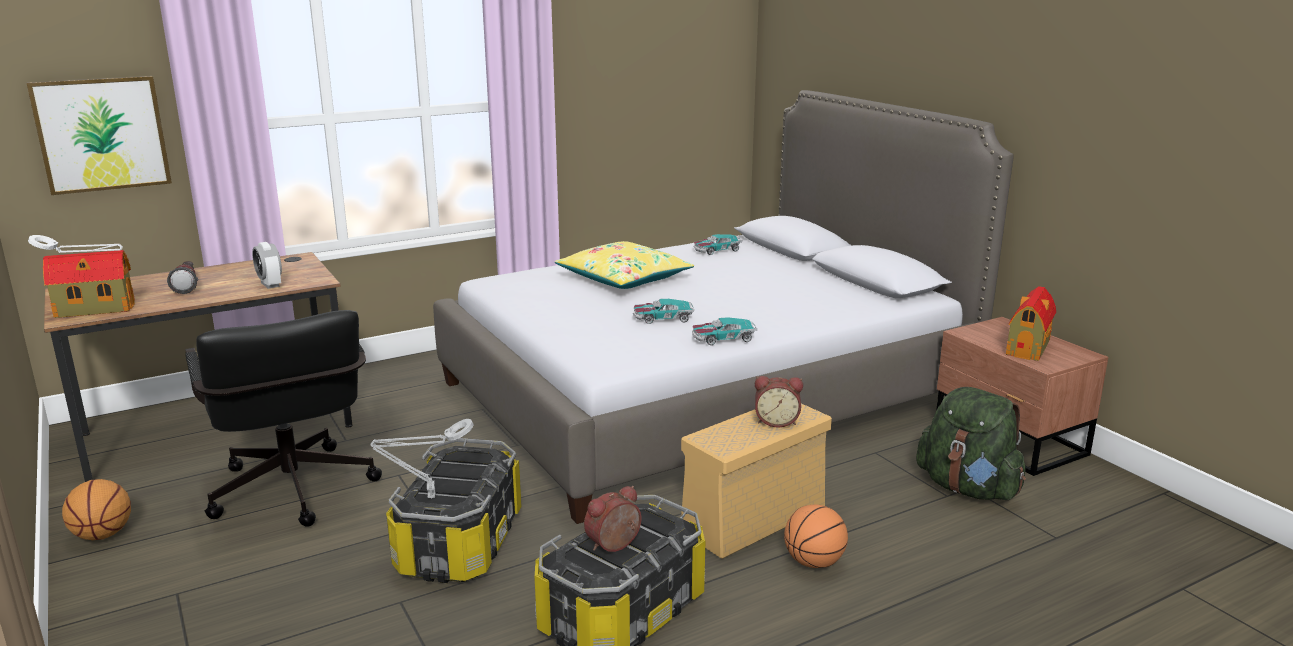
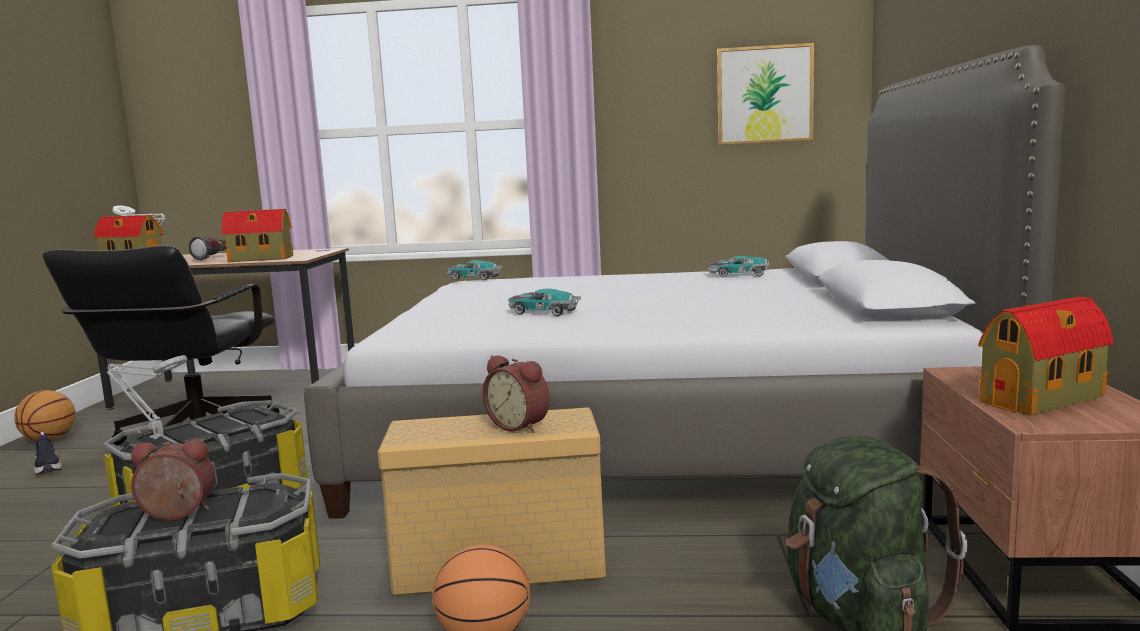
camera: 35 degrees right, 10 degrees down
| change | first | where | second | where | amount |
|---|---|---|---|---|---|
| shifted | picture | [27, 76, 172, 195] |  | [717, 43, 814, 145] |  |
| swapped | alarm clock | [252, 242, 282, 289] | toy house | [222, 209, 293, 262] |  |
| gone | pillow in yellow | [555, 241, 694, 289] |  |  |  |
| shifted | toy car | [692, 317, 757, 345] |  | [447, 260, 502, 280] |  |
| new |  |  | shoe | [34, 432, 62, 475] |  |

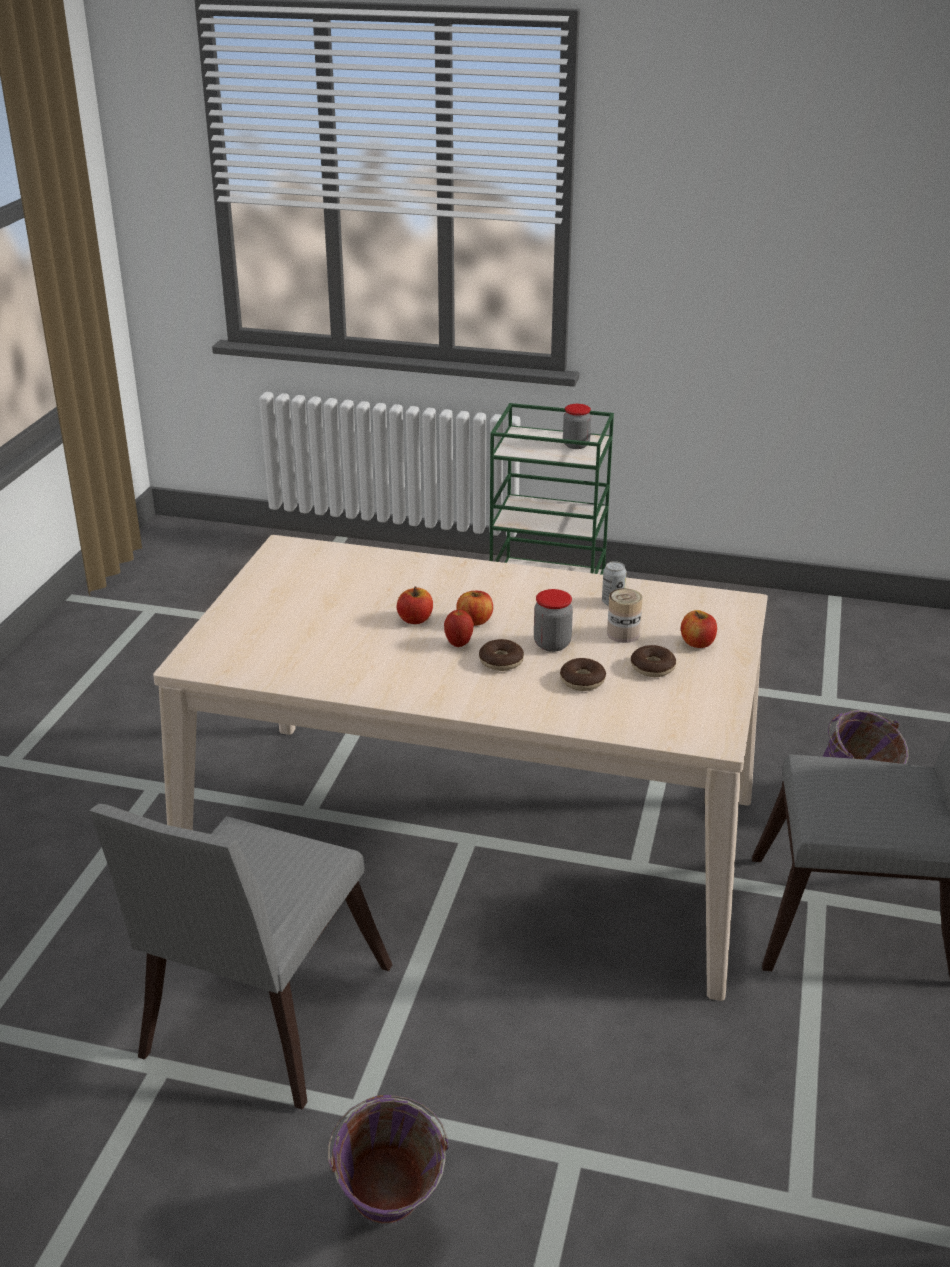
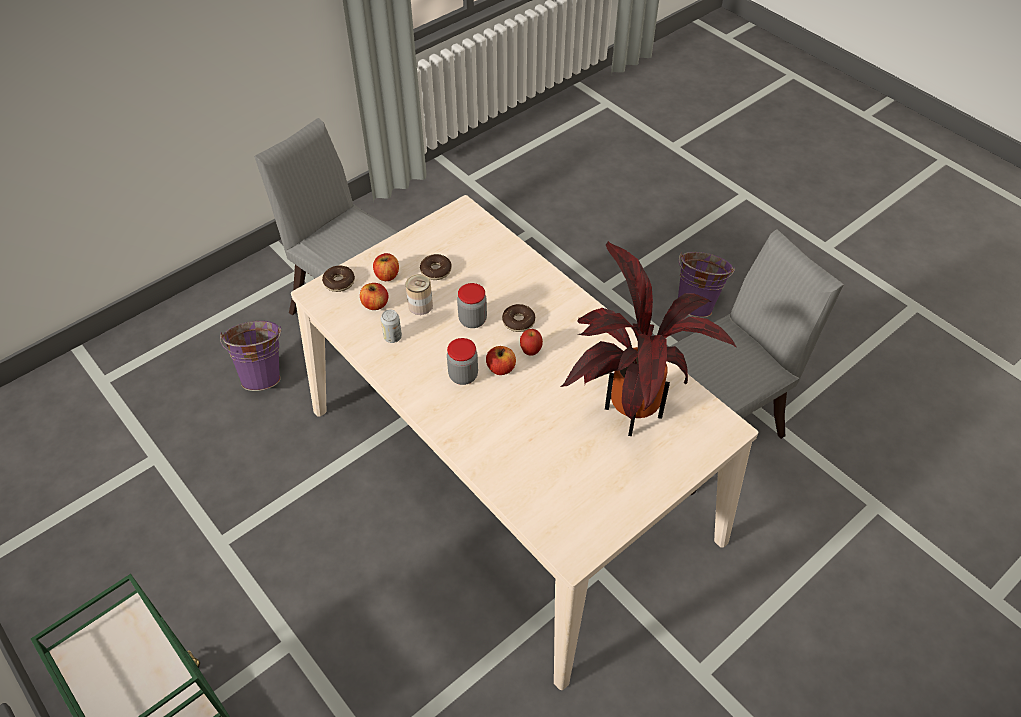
camera: 145 degrees left, 20 degrees up
| change | first | where | second | where | amount |
|---|---|---|---|---|---|
| shifted | apple | [397, 586, 433, 624] |  | [360, 283, 388, 310] |  |
| shifted | donut | [560, 658, 606, 691] |  | [322, 266, 355, 292] |  |
| shifted | jar | [563, 404, 591, 449] |  | [447, 338, 478, 385] |  |
| new |  |  | potted plant | [560, 241, 737, 436] |  |

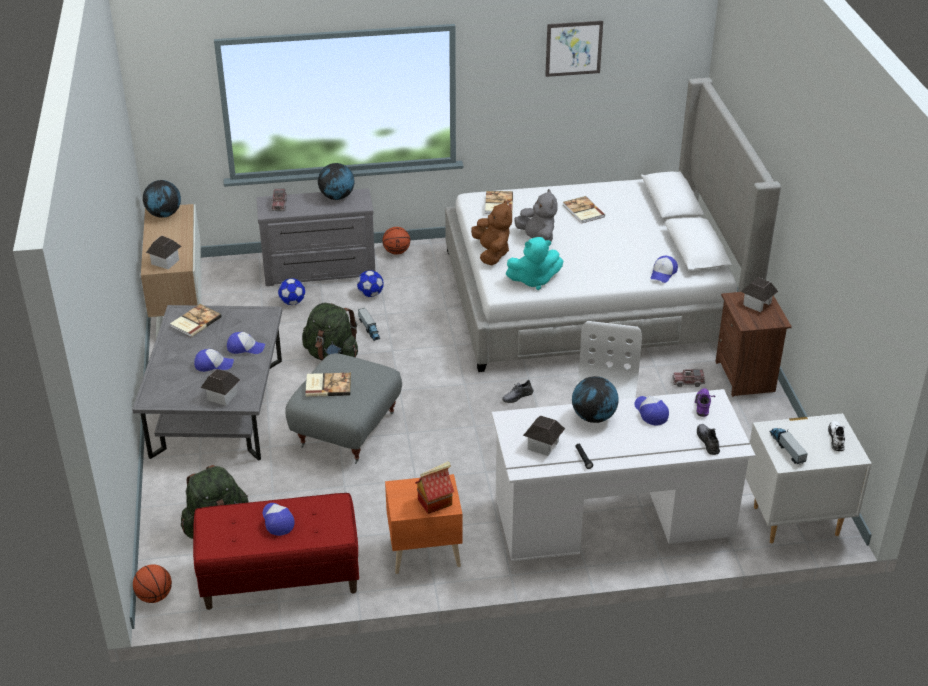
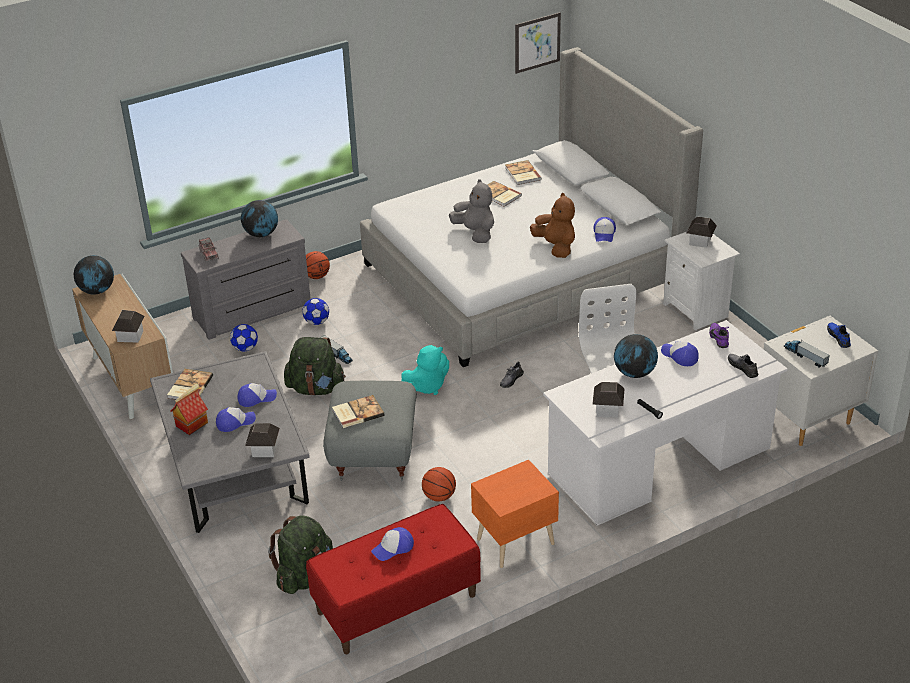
camera: 20 degrees left, 0 degrees up
| change | first | where | second | where | amount |
|---|---|---|---|---|---|
| shifted | basketball | [133, 564, 172, 603] |  | [422, 467, 456, 501] |  |
| rotated | cap | [263, 503, 295, 536] |  | [371, 527, 414, 561] | 75 degrees counterclockwise |
| shifted | toy house | [415, 461, 454, 514] |  | [170, 384, 208, 435] |  |
| shifted | plush toy in brown | [471, 200, 512, 265] |  | [530, 193, 575, 258] |  |
| shifted | book | [485, 191, 513, 214] |  | [505, 160, 542, 185] |  |
| shifted | plush toy in turquoise | [506, 237, 563, 290] |  | [401, 345, 449, 395] |  |
| shifted | picture | [545, 21, 603, 77] |  | [515, 12, 561, 74] |  |
| gone | toy truck | [672, 369, 705, 387] |  |  |  |
| repainted | nightstand in brown | [715, 292, 792, 397] | nightstand in white | [663, 232, 740, 331] |  |
| repainted | shoe in white | [828, 421, 845, 451] | shoe in blue | [827, 322, 851, 348] |  |

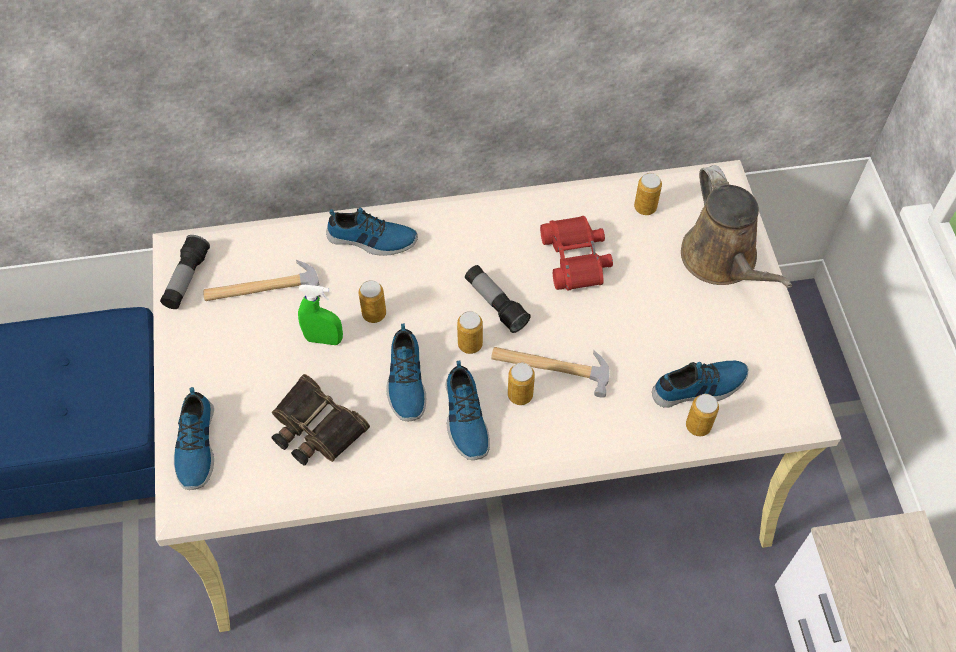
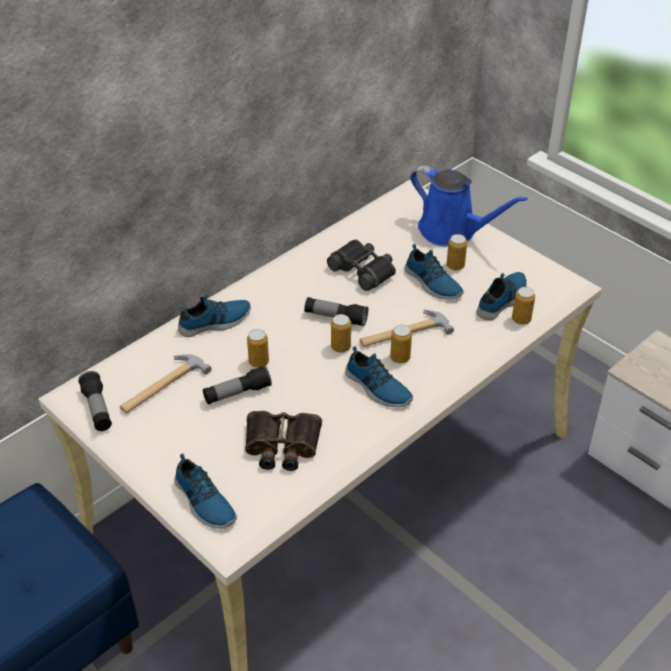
camera: 35 degrees left, 15 degrees down
| change | first | where | second | where | amount |
|---|---|---|---|---|---|
| swapped | spray bottle in green | [298, 285, 343, 345] | flashlight | [203, 365, 272, 405] |  |
| shifted | shoe | [386, 323, 426, 421] |  | [405, 244, 464, 299] |  |
| repainted | binoculars in red | [540, 216, 613, 291] | binoculars in black | [327, 240, 396, 291] |  |
| shifted | can | [634, 173, 662, 215] |  | [447, 234, 467, 270] |  |
| repainted | watering can in brown | [681, 165, 792, 288] | watering can in blue | [410, 165, 528, 247] |  |

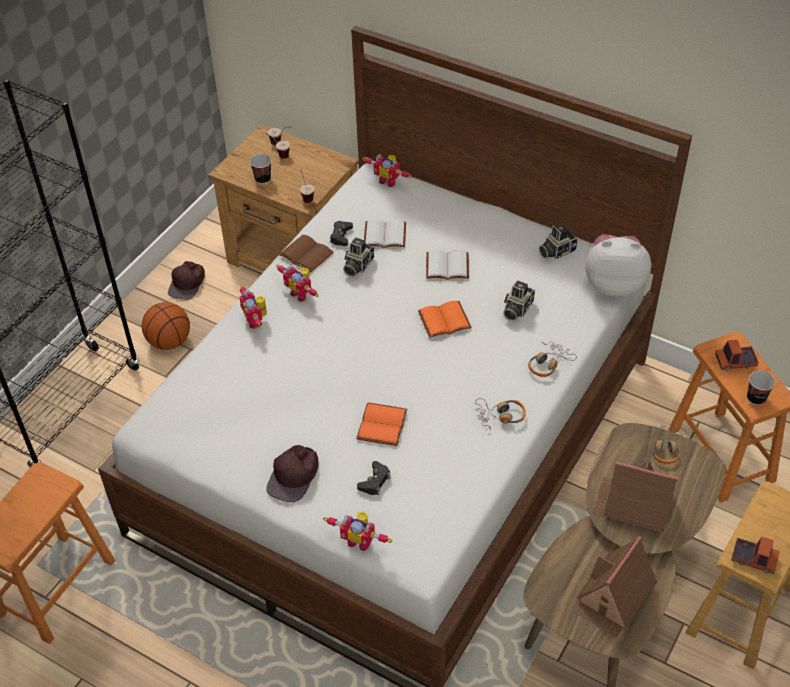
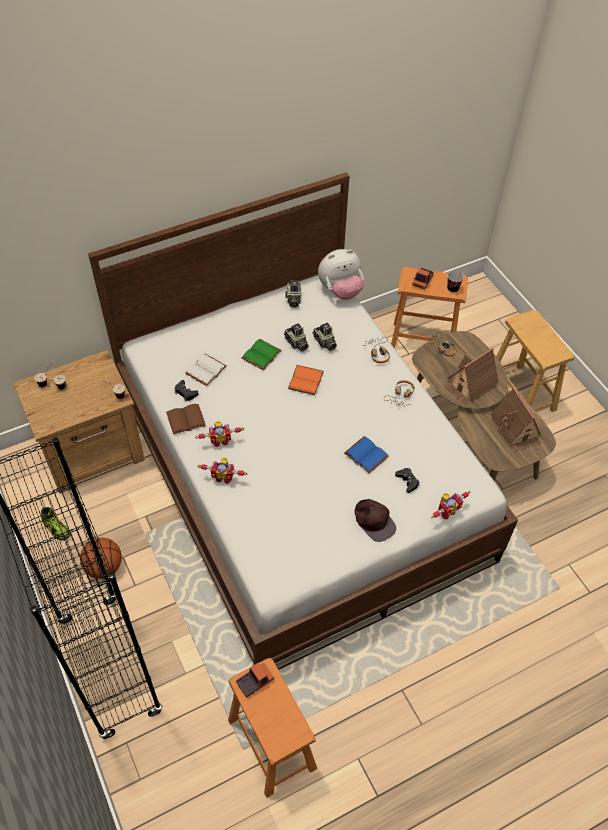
camera: 60 degrees left, 5 degrees up
| change | first | where | second | where | amount |
|---|---|---|---|---|---|
| swapped | cap in brown | [168, 261, 205, 300] | shoe | [41, 507, 71, 540] |  |
| gone | cup | [250, 154, 271, 184] |  |  |  |
| shifted | photo camera | [343, 238, 374, 277] |  | [284, 323, 309, 352] |  |
| repainted | book in orange | [356, 402, 407, 446] | book in blue | [344, 436, 389, 473] |  |
| gone | toy robot | [363, 154, 412, 187] |  |  |  |
| repainted | book in white | [426, 250, 469, 280] | book in green | [242, 339, 282, 370] |  |
| rotated | plush toy | [585, 234, 651, 297] |  | [318, 249, 364, 300] | 150 degrees counterclockwise |
| shifted | toy truck | [731, 537, 780, 574] |  | [236, 662, 274, 698] |  |

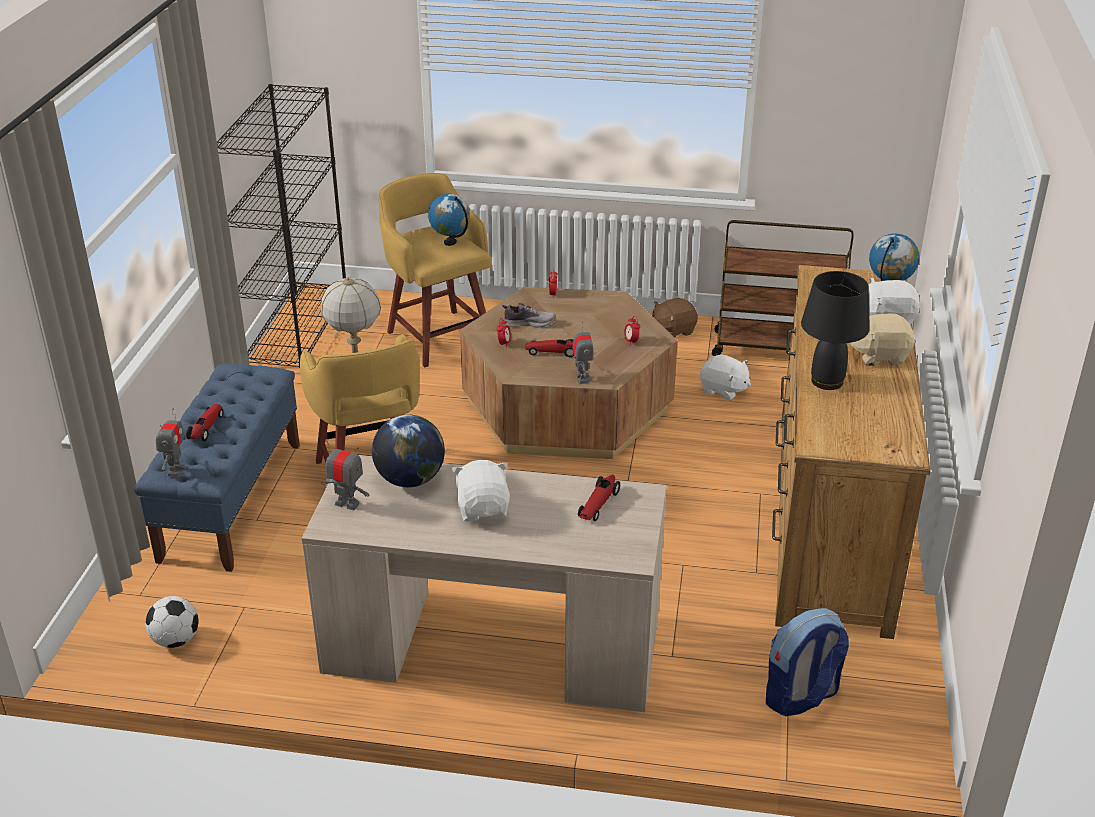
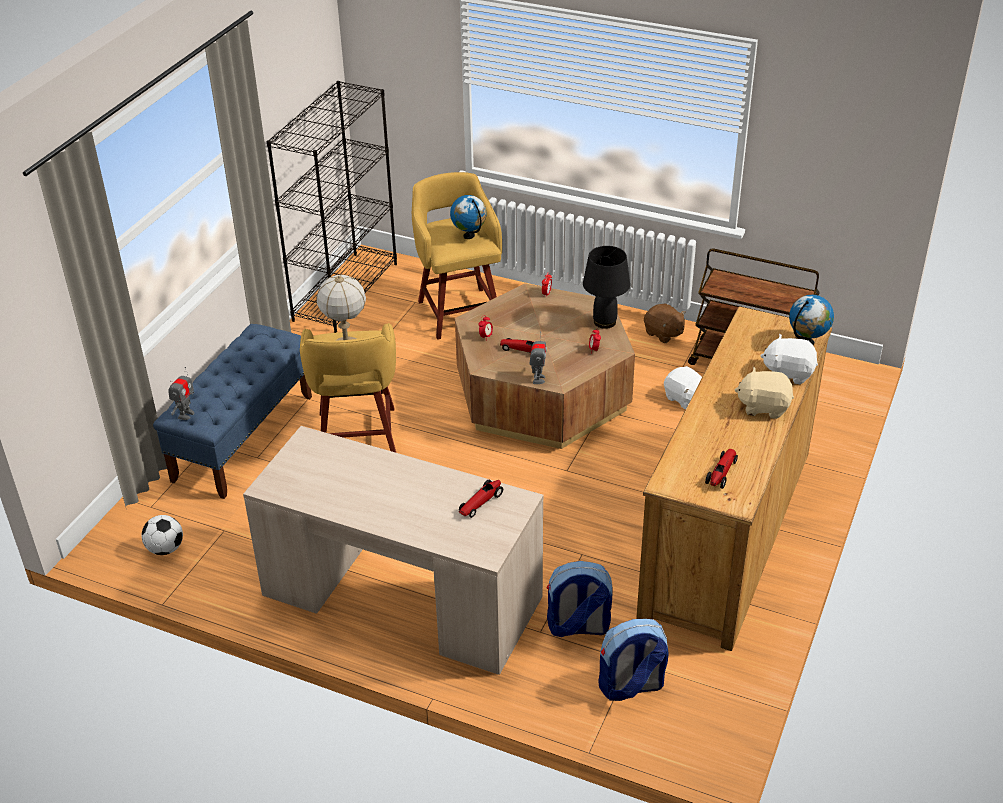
camera: 15 degrees right, 5 degrees up
| change | first | where | second | where | amount |
|---|---|---|---|---|---|
| shifted | toy car | [186, 404, 224, 441] |  | [705, 449, 738, 489] |  |
| gone | toy robot | [321, 441, 369, 510] |  |  |  |
| gone | globe | [372, 414, 445, 487] |  |  |  |
| gone | plush toy in white | [452, 460, 510, 522] |  |  |  |
| gone | shoe | [502, 303, 556, 327] |  |  |  |
| rotated | plush toy in brown | [652, 298, 698, 337] |  | [644, 303, 686, 343] | 120 degrees counterclockwise |
| shifted | table lamp in black | [801, 271, 870, 390] |  | [583, 246, 630, 329] |  |
| new |  |  | backpack | [547, 561, 613, 637] |  |

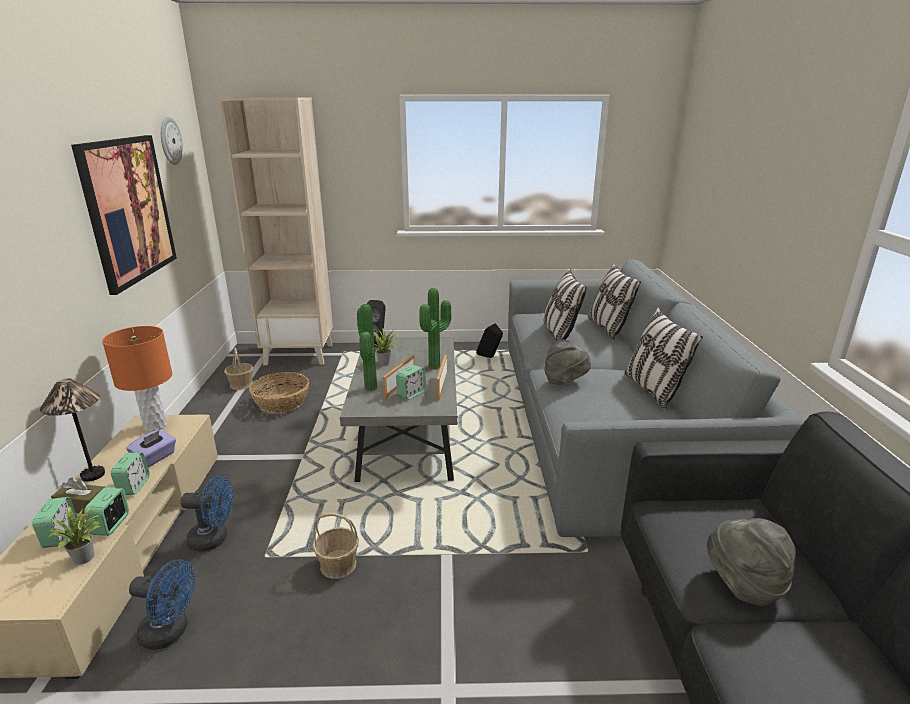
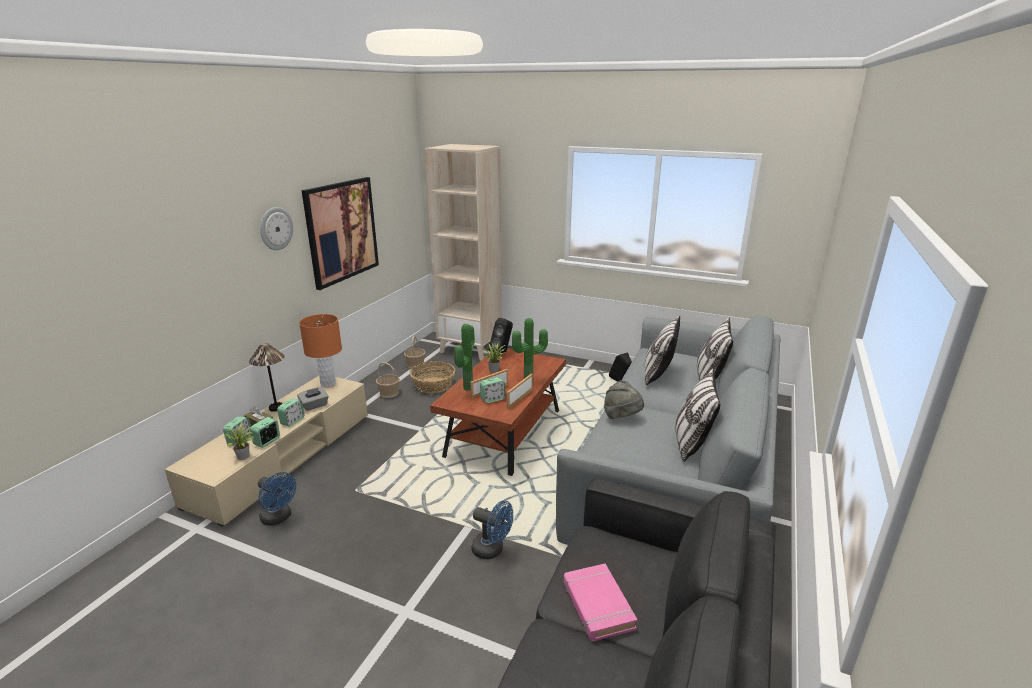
camera: 25 degrees right, 0 degrees up
| change | first | where | second | where | amount |
|---|---|---|---|---|---|
| repainted | tissue box in purple | [126, 429, 176, 467] | tissue box in grey | [297, 387, 329, 411] |  |
| shifted | wall clock | [161, 117, 183, 165] |  | [260, 207, 293, 250] |  |
| shifted | fan in blue | [181, 475, 233, 552] |  | [471, 500, 513, 560] |  |
| shifted | basket | [313, 513, 359, 579] |  | [376, 362, 400, 398] |  |
| repainted | coffee table in grey | [340, 337, 458, 482] | coffee table in brown | [430, 348, 566, 476] |  |
| swapped | hat in grey | [707, 518, 796, 606] | book in pink | [564, 564, 638, 642] |  |

